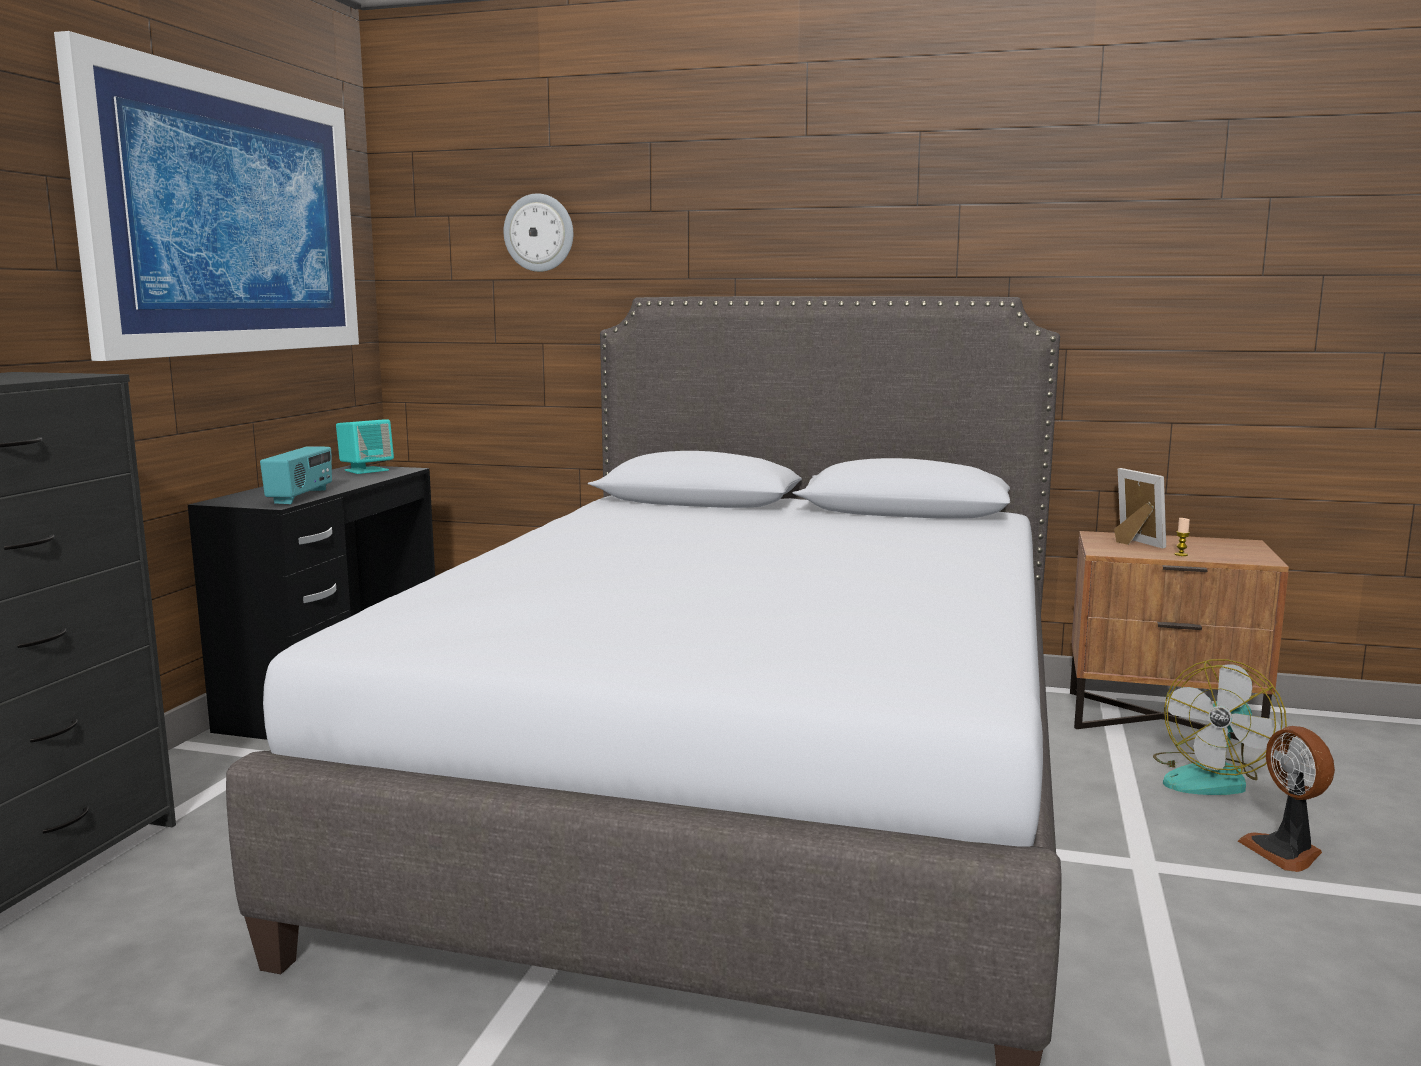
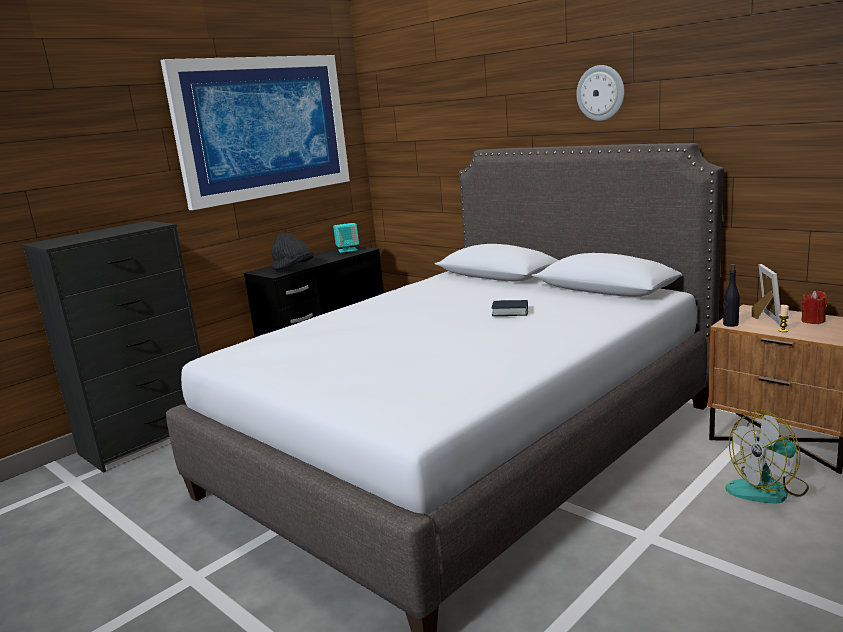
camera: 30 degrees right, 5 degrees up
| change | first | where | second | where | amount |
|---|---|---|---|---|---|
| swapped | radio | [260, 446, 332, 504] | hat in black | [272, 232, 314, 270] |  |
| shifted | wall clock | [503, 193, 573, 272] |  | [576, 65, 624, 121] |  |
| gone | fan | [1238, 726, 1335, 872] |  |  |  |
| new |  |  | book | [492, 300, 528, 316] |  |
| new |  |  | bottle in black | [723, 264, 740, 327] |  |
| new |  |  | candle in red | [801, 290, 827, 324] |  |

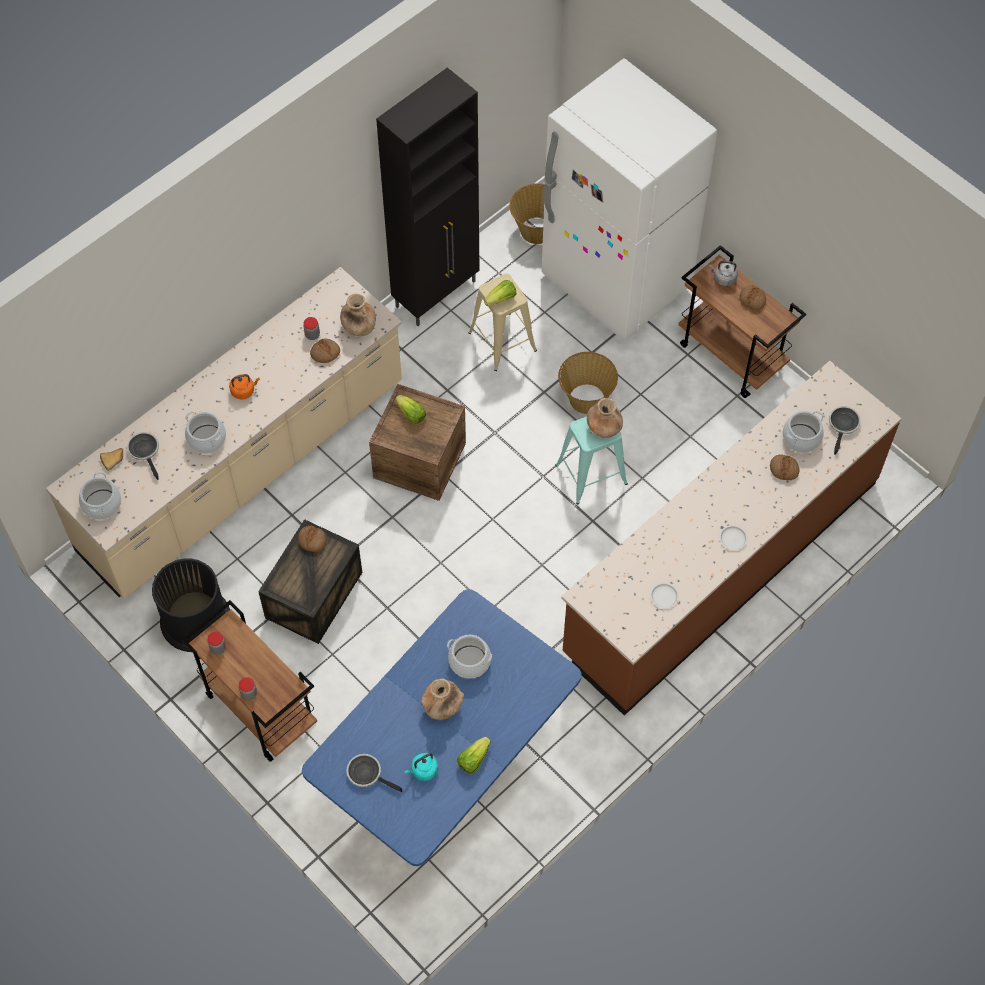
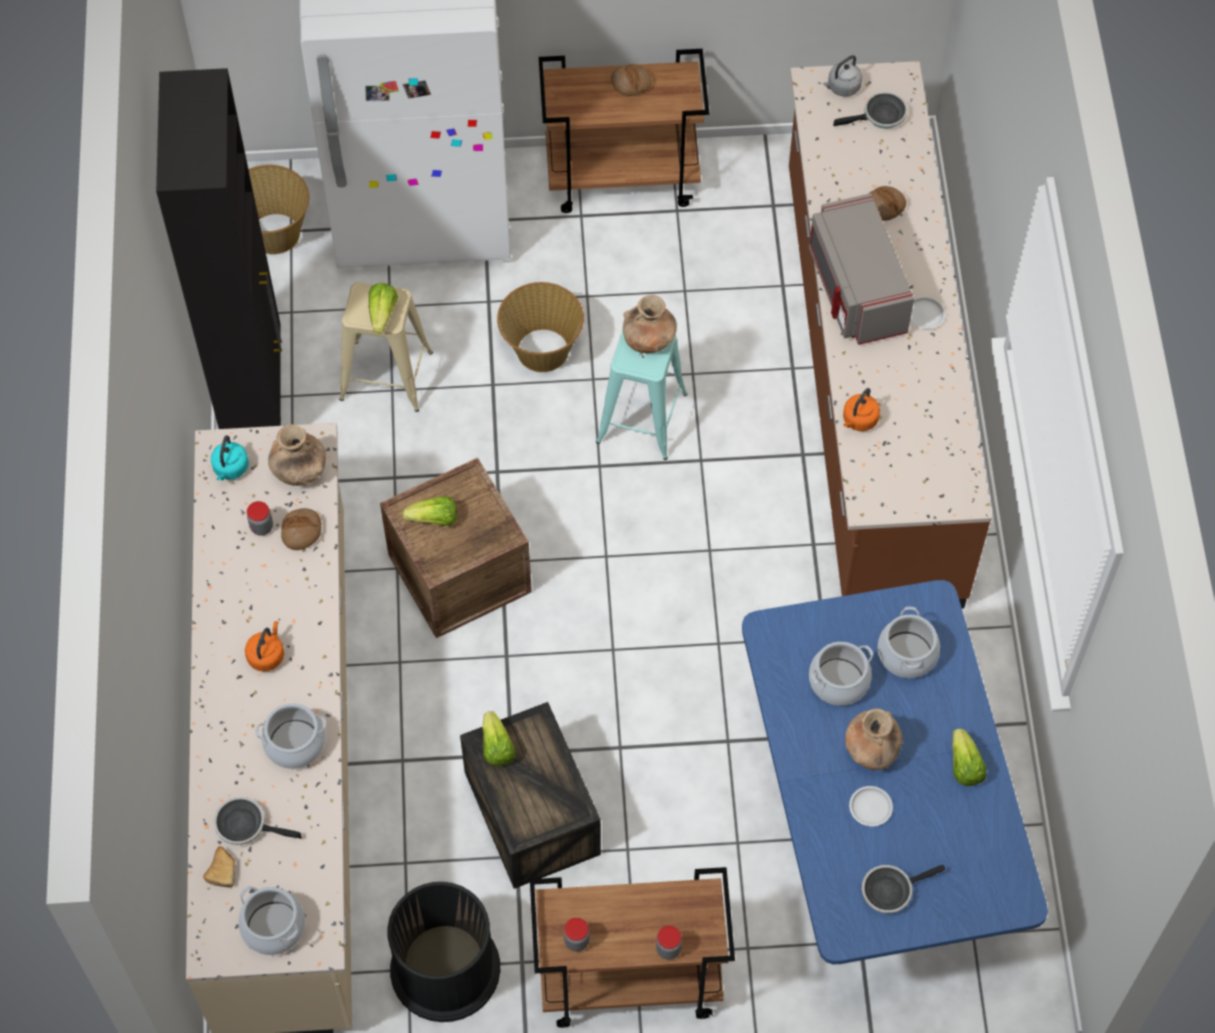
camera: 50 degrees left, 0 degrees up
| change | first | where | second | where | amount |
|---|---|---|---|---|---|
| swapped | bread | [298, 526, 326, 552] | lettuce | [482, 711, 516, 766] |  |
| shifted | kettle in turquoise | [404, 753, 438, 781] |  | [211, 435, 249, 481] |  |
| shifted | plate in white | [650, 583, 679, 609] |  | [849, 786, 893, 826] |  |
| shifted | kettle in grey | [709, 261, 738, 286] |  | [823, 55, 862, 97] |  |
| shifted | cooking pot | [782, 411, 824, 453] |  | [878, 607, 940, 678] |  |
| rotated | frying pan | [829, 406, 861, 455] |  | [833, 92, 908, 129] | 105 degrees clockwise |
| new |  |  | microwave in grey | [809, 193, 914, 345] |  |
| new |  |  | kettle in orange | [843, 388, 880, 431] |  |

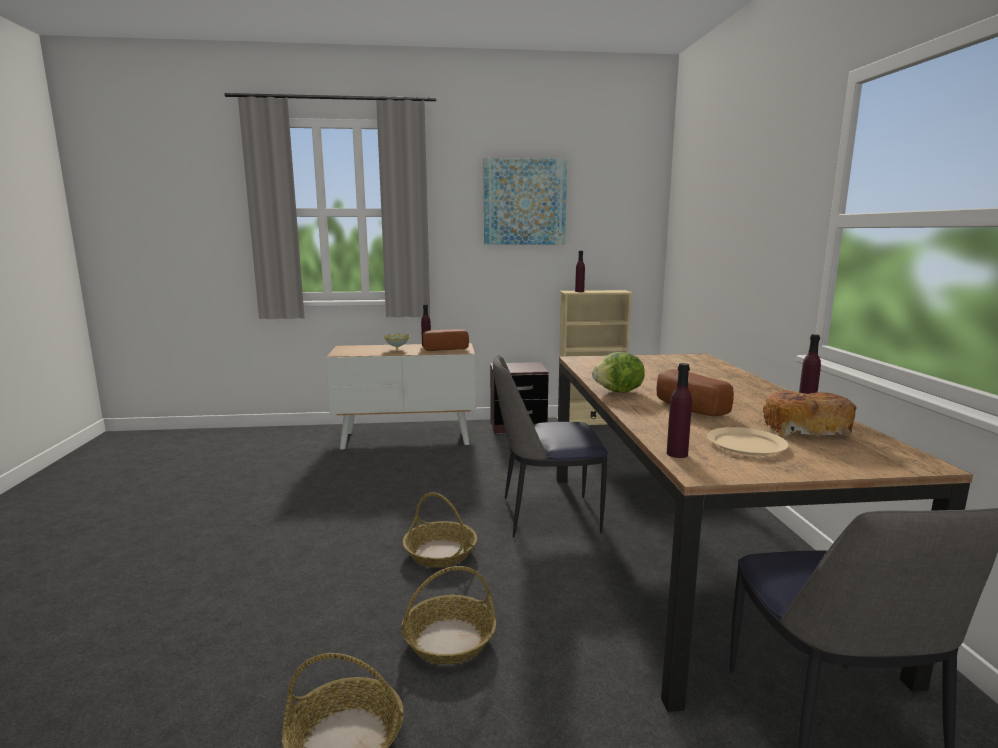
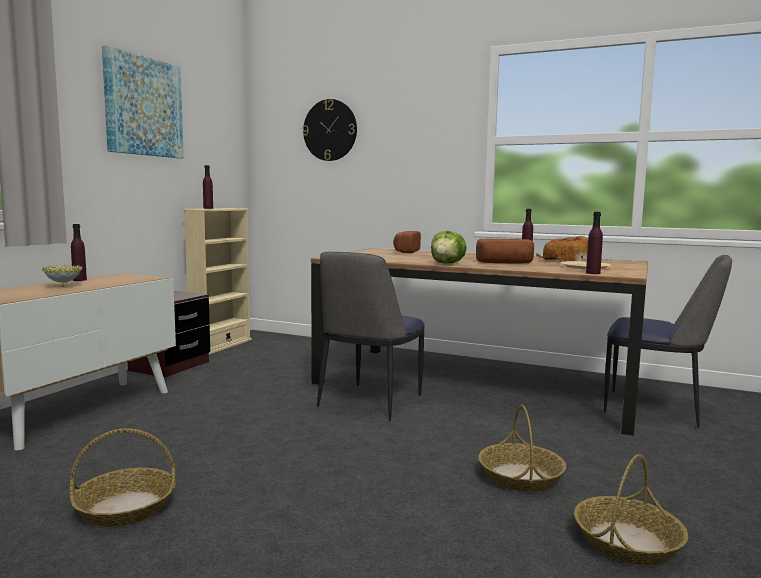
camera: 60 degrees left, 5 degrees down
| change | first | where | second | where | amount |
|---|---|---|---|---|---|
| shifted | basket | [403, 493, 477, 568] |  | [69, 429, 176, 527] |  |
| shifted | bread | [423, 329, 469, 351] |  | [393, 231, 421, 253] |  |
| new |  |  | wall clock | [303, 99, 357, 161] |  |

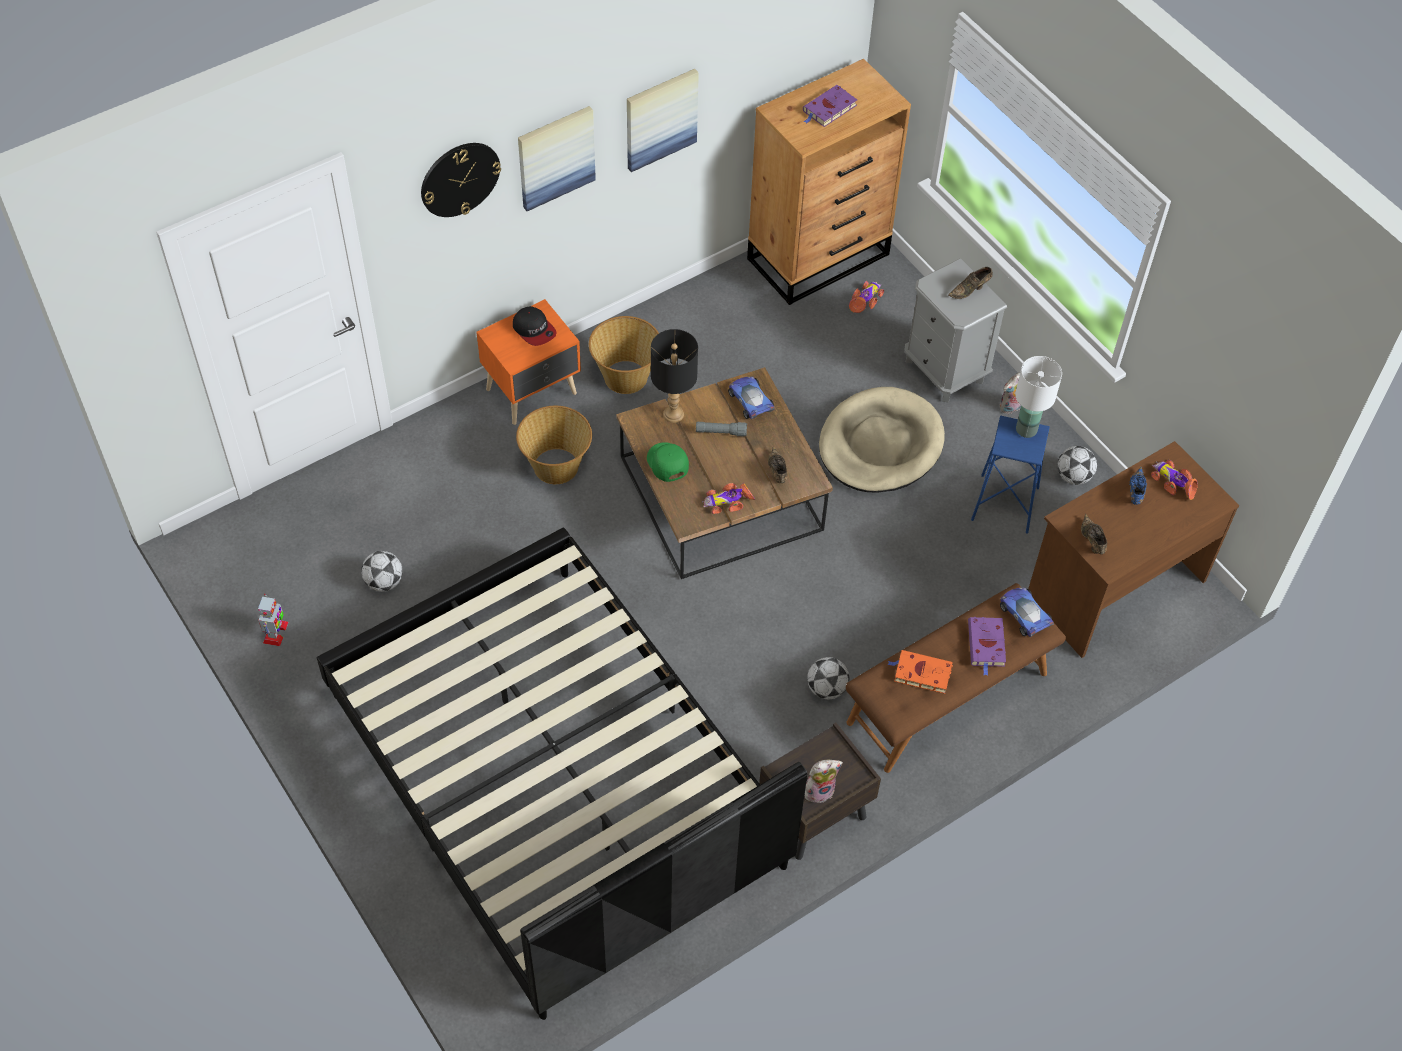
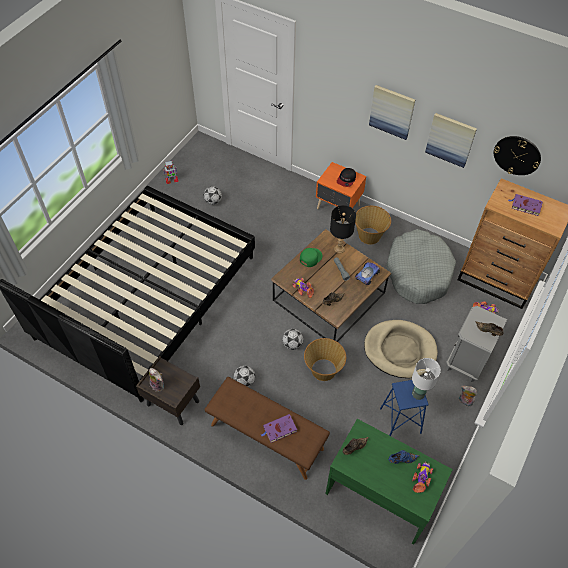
camera: 65 degrees right, 0 degrees up
| change | first | where | second | where | amount |
|---|---|---|---|---|---|
| shifted | wall clock | [421, 143, 501, 217] |  | [494, 136, 541, 175] |  |
| shifted | basket | [516, 406, 592, 484] |  | [304, 338, 346, 381] |  |
| gone | book in orange | [887, 650, 953, 694] |  |  |  |
| gone | toy car | [1000, 587, 1054, 637] |  |  |  |
| repainted | desk in brown | [1028, 441, 1239, 658] | desk in green | [326, 419, 453, 545] |  |
| shifted | football | [1057, 446, 1097, 485] |  | [282, 329, 303, 350] |  |
| new |  |  | dog bed in grey | [386, 229, 456, 304] |  |

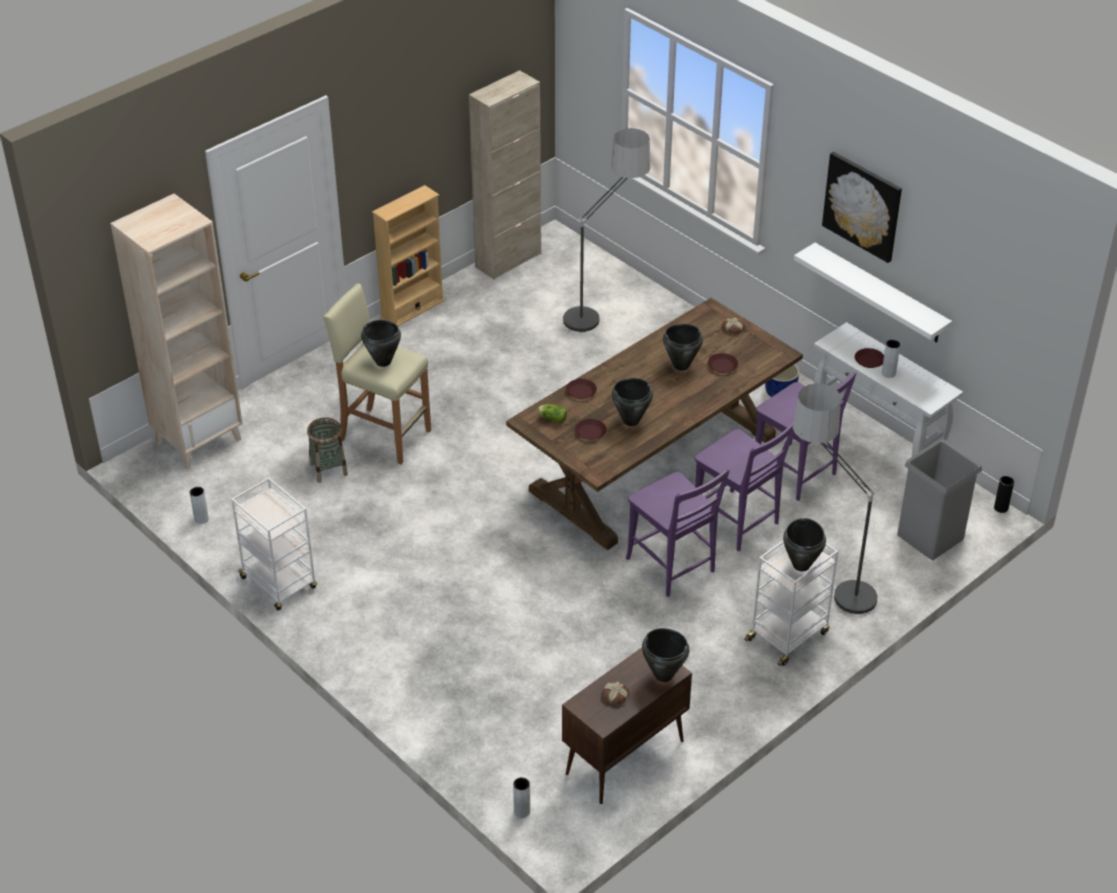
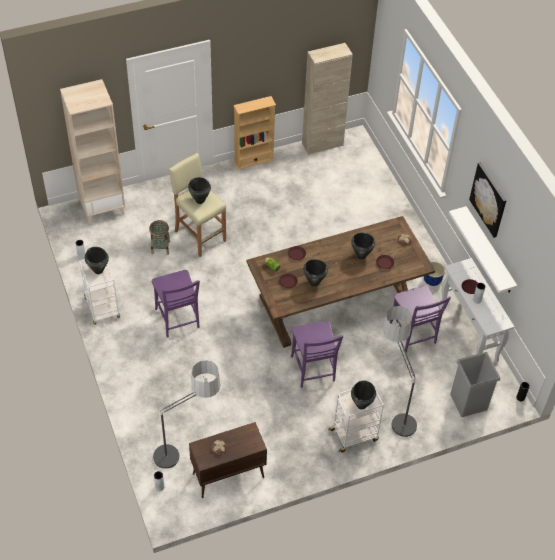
camera: 20 degrees right, 10 degrees up
| change | first | where | second | where | amount |
|---|---|---|---|---|---|
| shifted | floor lamp | [562, 128, 651, 332] |  | [151, 360, 220, 469] |  |
| shifted | cooking pot in black | [642, 628, 689, 682] |  | [85, 247, 109, 274] |  |
| shifted | chair in purple | [695, 421, 794, 551] |  | [152, 270, 200, 337] |  |

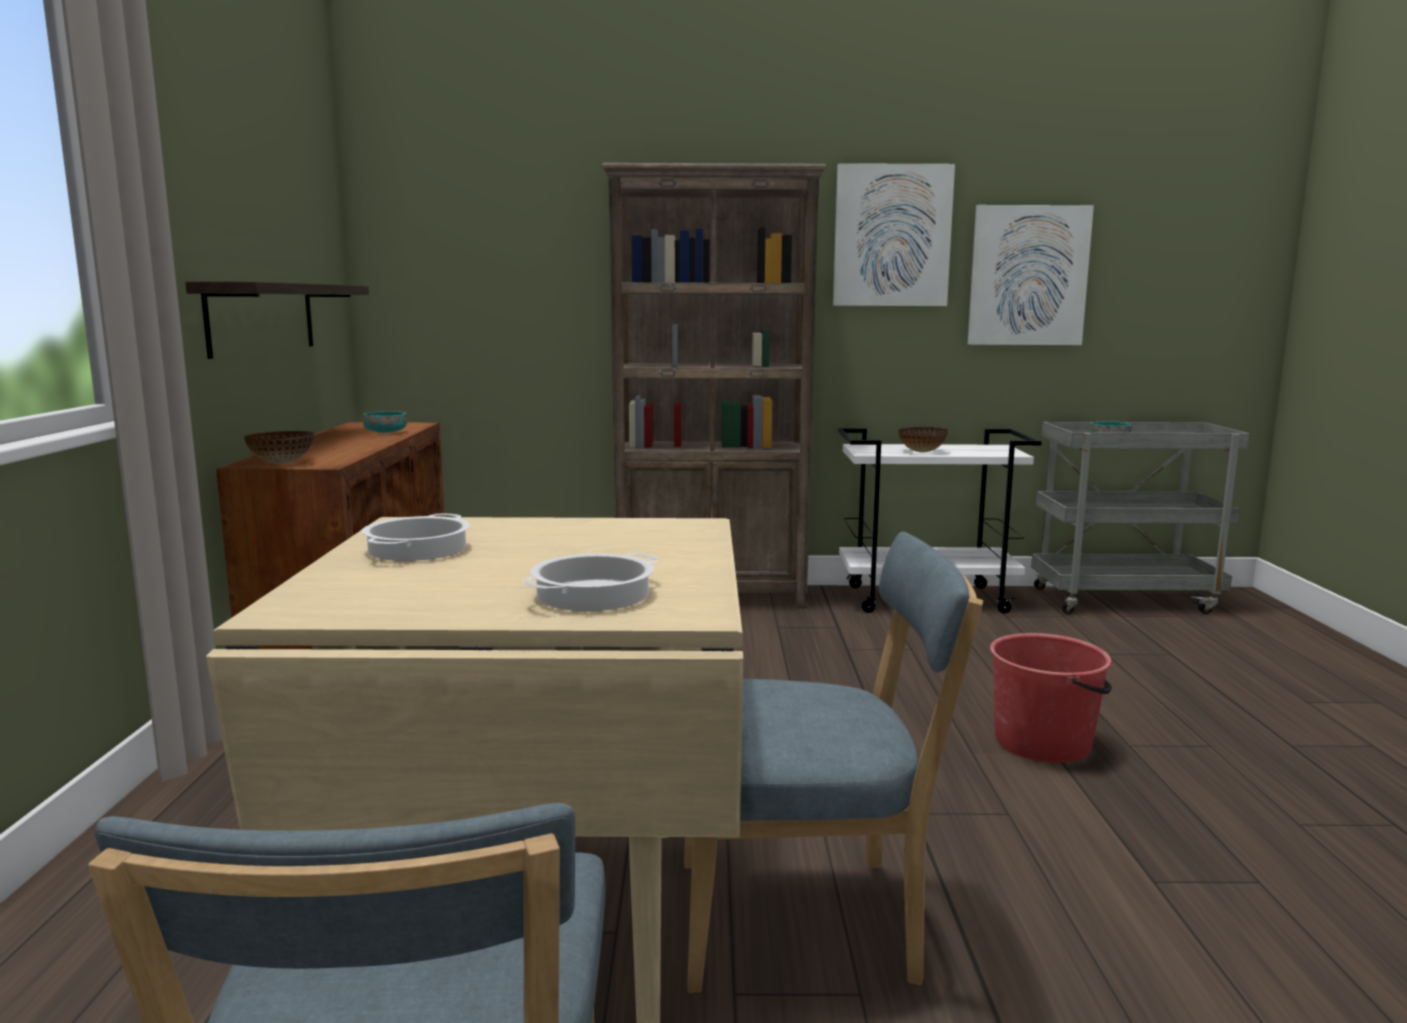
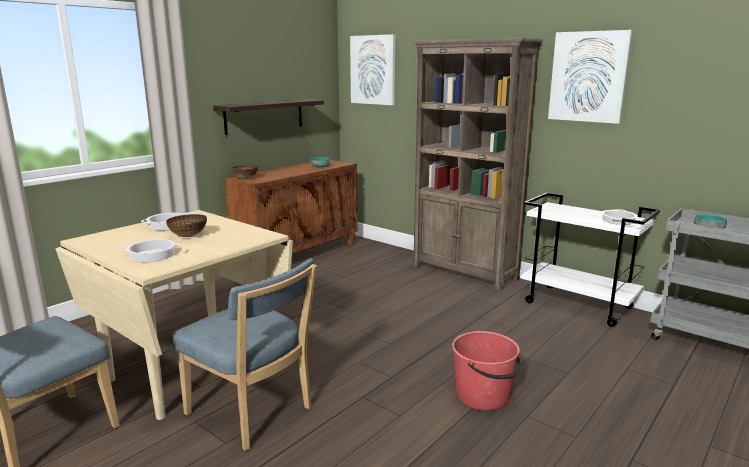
camera: 40 degrees right, 5 degrees up
| change | first | where | second | where | amount |
|---|---|---|---|---|---|
| shifted | bowl | [898, 427, 948, 452] |  | [166, 214, 207, 237] |  |
| shifted | picture | [968, 205, 1094, 345] |  | [350, 34, 395, 105] |  |
| new |  |  | cooking pot | [602, 209, 637, 225] |  |

